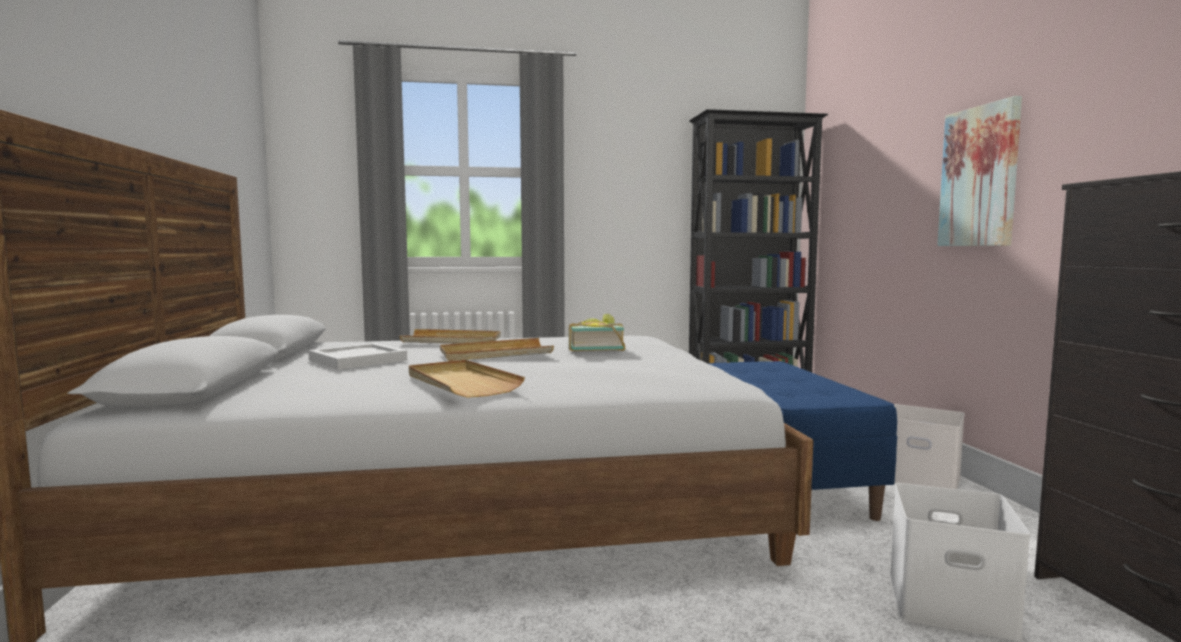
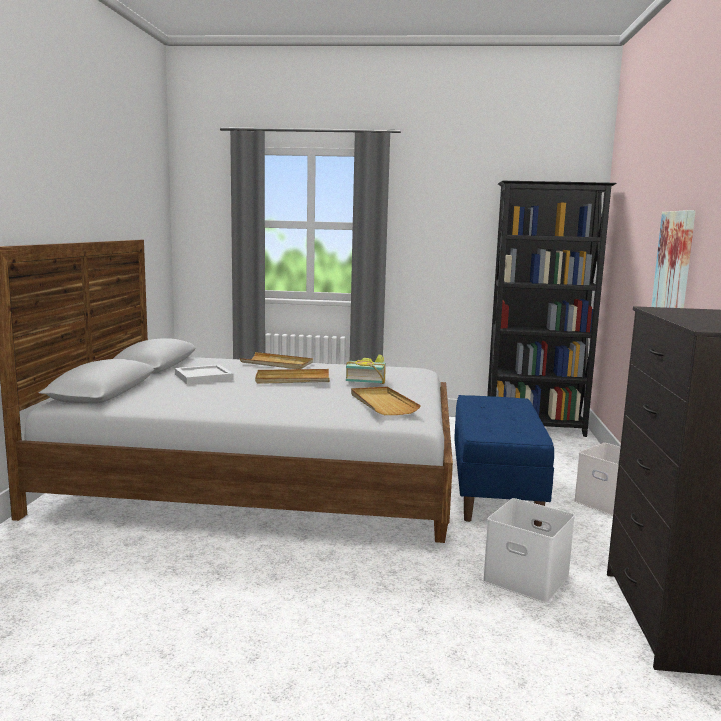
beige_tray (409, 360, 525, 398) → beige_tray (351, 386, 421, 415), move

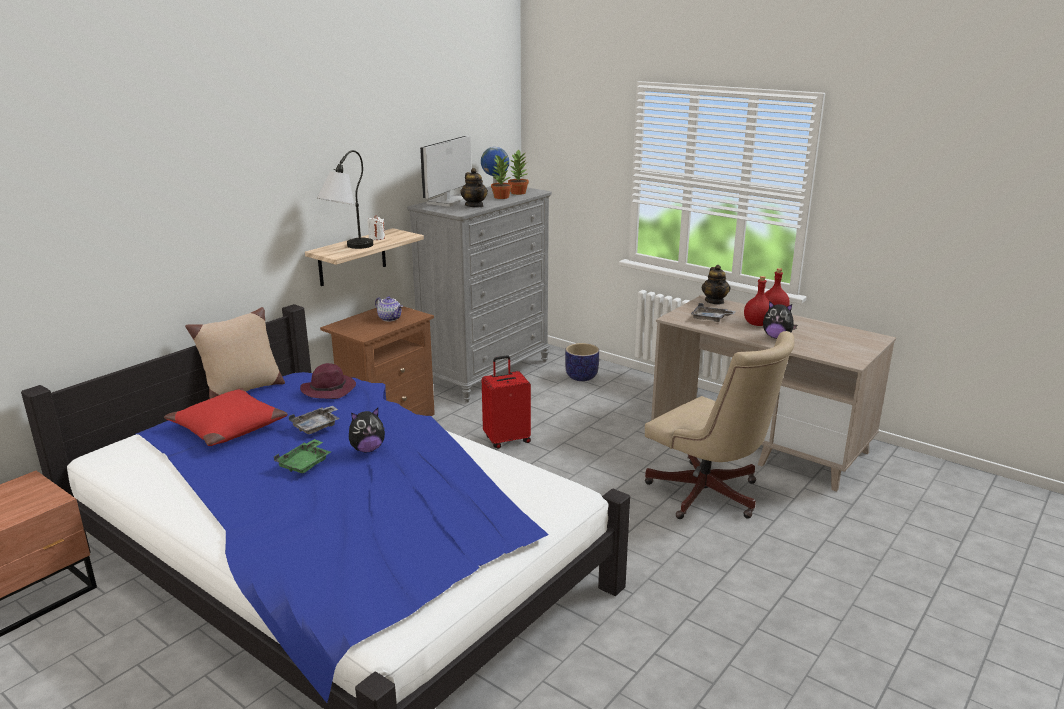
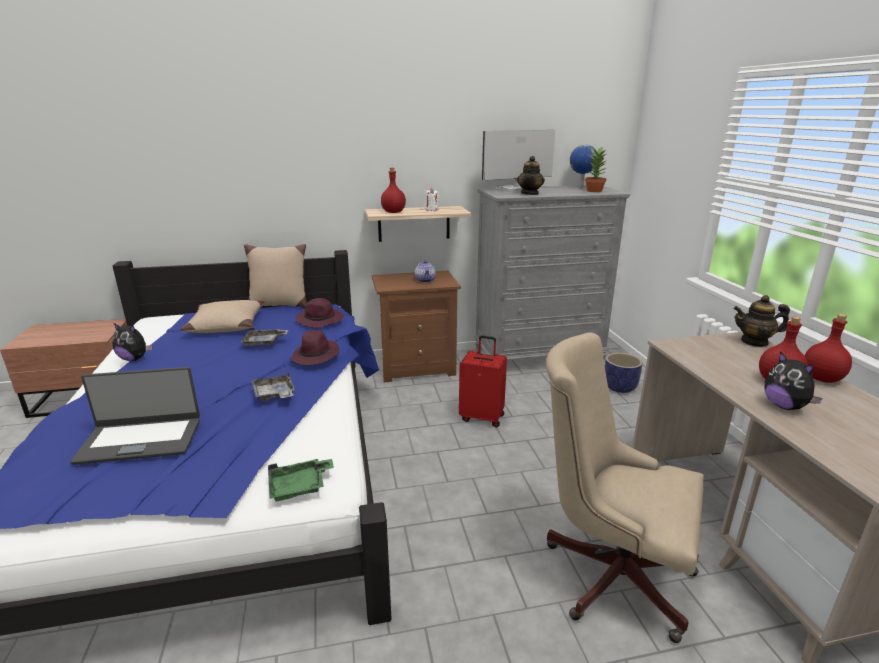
red_pillow (164, 388, 288, 446) → beige_pillow (180, 300, 265, 333)
green_tray (274, 439, 331, 473) → green_tray (268, 459, 334, 501), move
table_lamp (317, 150, 373, 249) → red_bottle (381, 168, 406, 213)
plush_toy (349, 408, 385, 452) → plush_toy (112, 323, 152, 361), move
potted_plant (491, 155, 512, 199) → -
beige_office_chair (645, 331, 795, 519) → beige_office_chair (546, 332, 704, 643), 120 degrees clockwise
grey_tray (691, 303, 736, 322) → grey_tray (251, 372, 295, 401), move
teapot (701, 265, 730, 304) → teapot (734, 295, 790, 347), 60 degrees clockwise
- → laptop (70, 367, 200, 465)
- → purple_hat (290, 330, 340, 365)

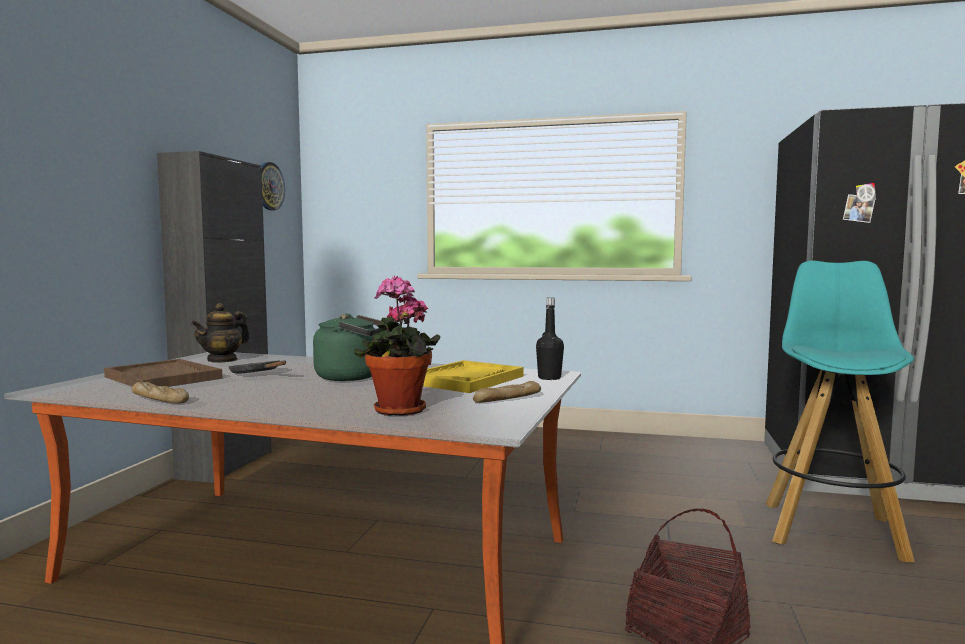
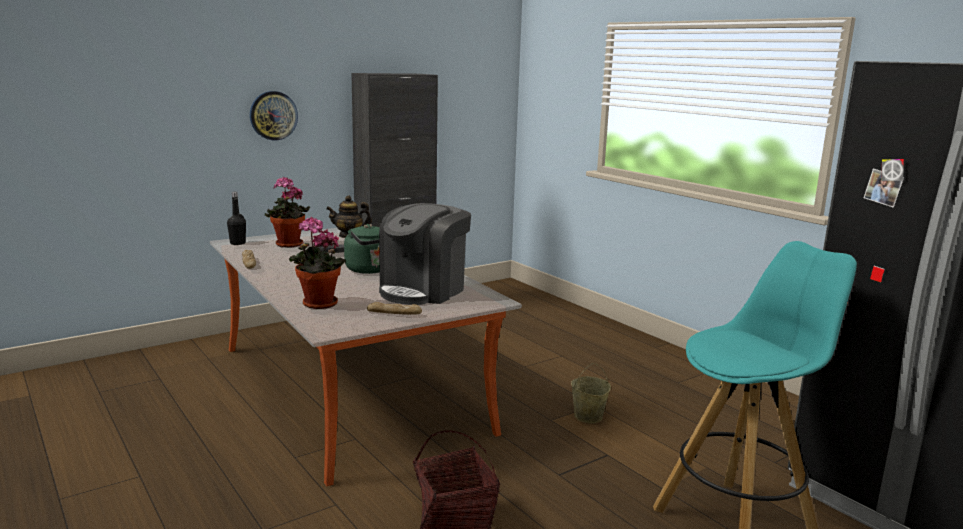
brown_tray (104, 359, 222, 387) → potted_plant (265, 177, 310, 247)
wall_clock (261, 162, 285, 211) → wall_clock (250, 91, 298, 141), move
yellow_tray (423, 360, 524, 393) → coffee_machine (379, 203, 471, 305)
black_bottle (536, 297, 564, 380) → black_bottle (227, 192, 246, 245), move
- → beige_bucket (571, 363, 611, 423)

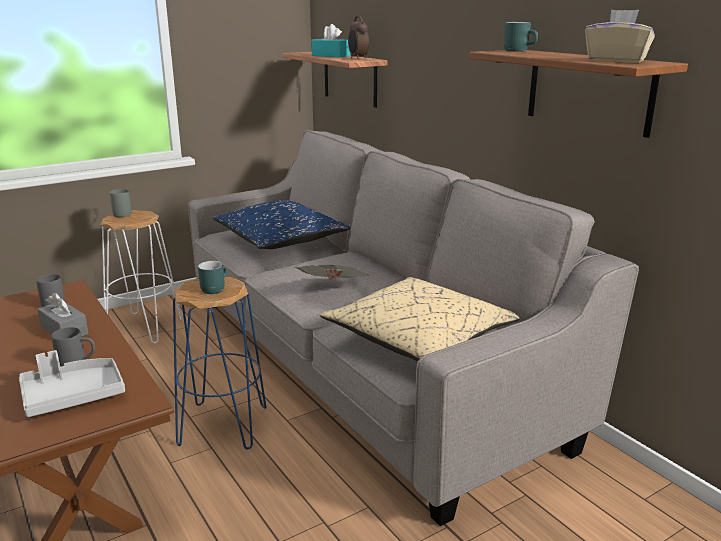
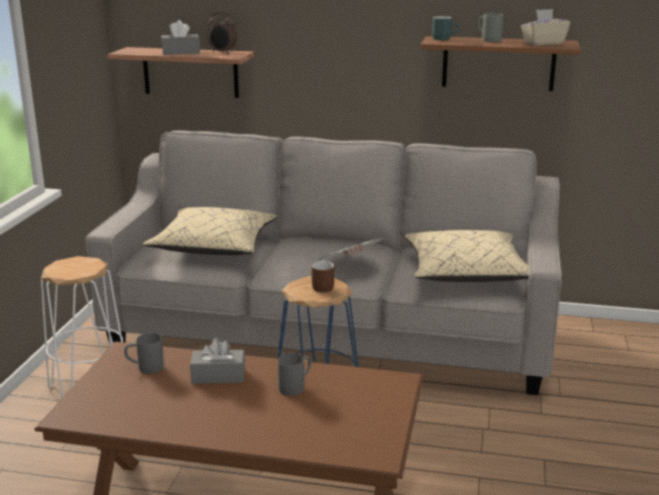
grey_tray (19, 350, 125, 417) → -
grey_mug (110, 189, 132, 217) → grey_mug (478, 13, 503, 42), move
turquoise_mug (198, 261, 227, 294) → brown_mug (311, 261, 334, 292)
blue_pillow (213, 200, 351, 249) → beige_pillow (143, 207, 278, 255)
turquoise_tissue_box (311, 24, 350, 57) → grey_tissue_box (161, 20, 200, 55)

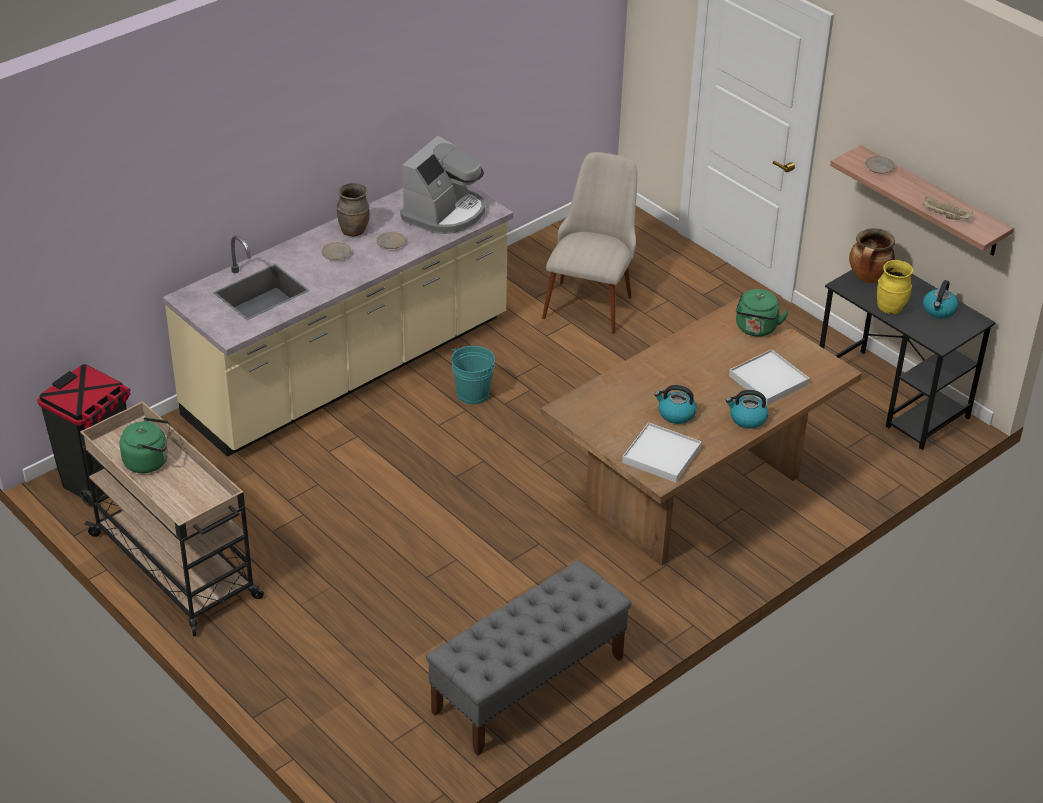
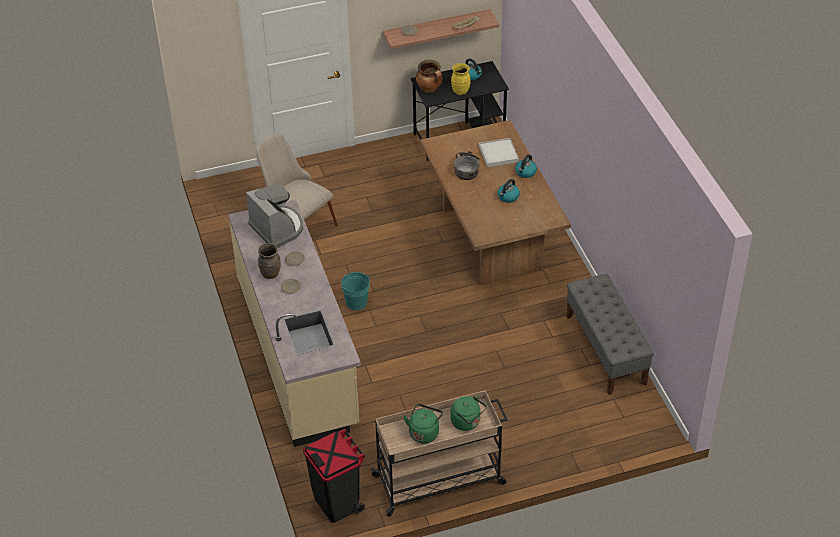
white_tray (622, 422, 702, 483) → -
green_kettle (736, 289, 789, 337) → green_kettle (450, 396, 487, 431), move
- → cooking_pot (454, 151, 481, 180)

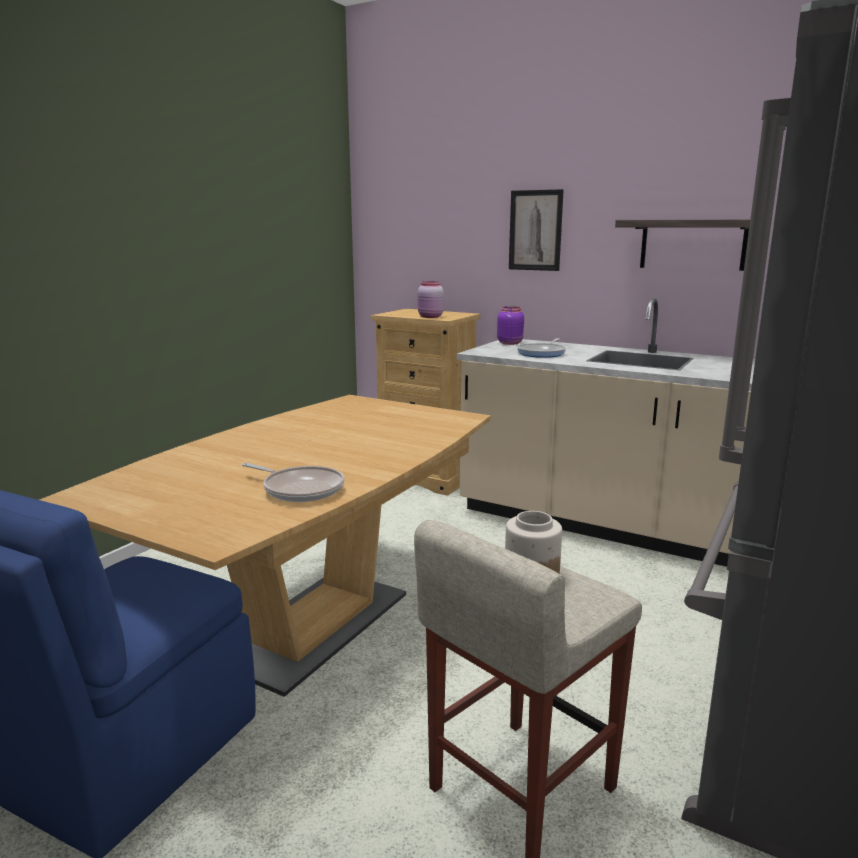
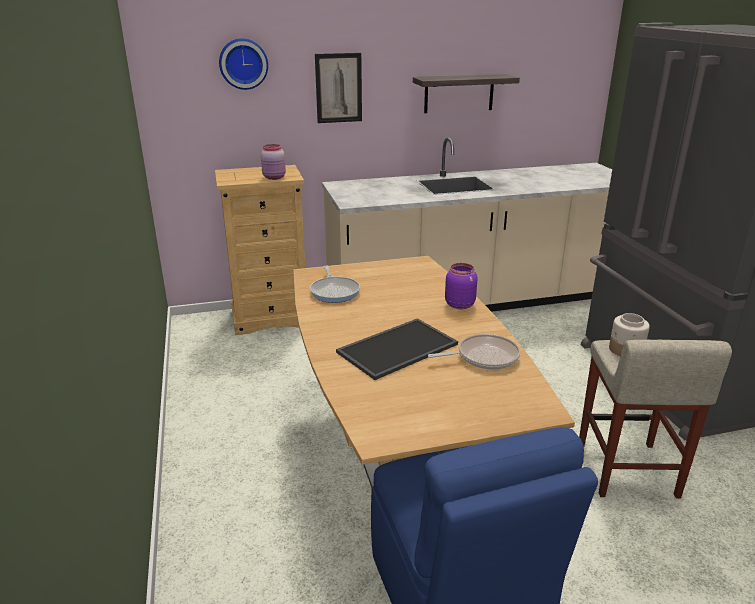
purple_jar (497, 306, 524, 345) → purple_jar (445, 263, 478, 309), move
frying_pan (517, 338, 566, 358) → frying_pan (310, 266, 360, 303), move
- → wall_clock (219, 38, 268, 90)
- → tray (336, 318, 458, 380)

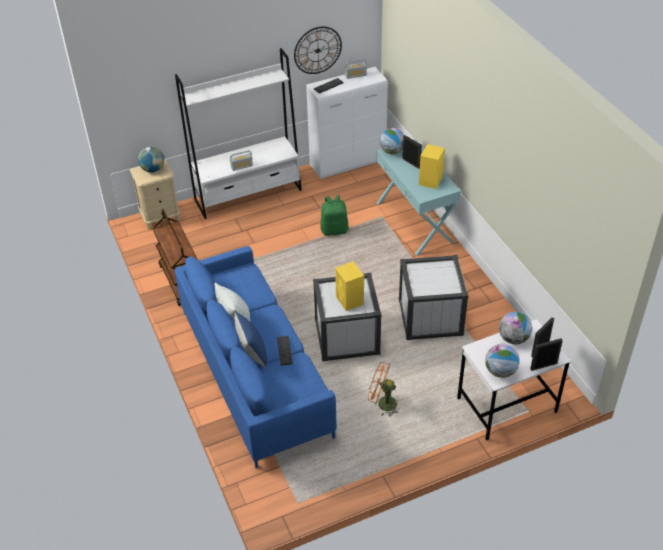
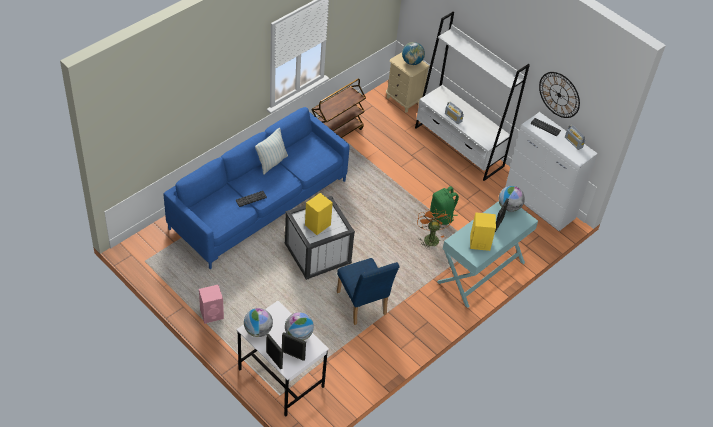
blue_pillow (235, 312, 267, 368) → -
orange_fan (368, 362, 401, 416) → orange_fan (417, 209, 451, 250), move
white_storage_box (399, 255, 468, 340) → blue_chair (337, 258, 400, 325)
- → pink_speaker (199, 285, 224, 324)

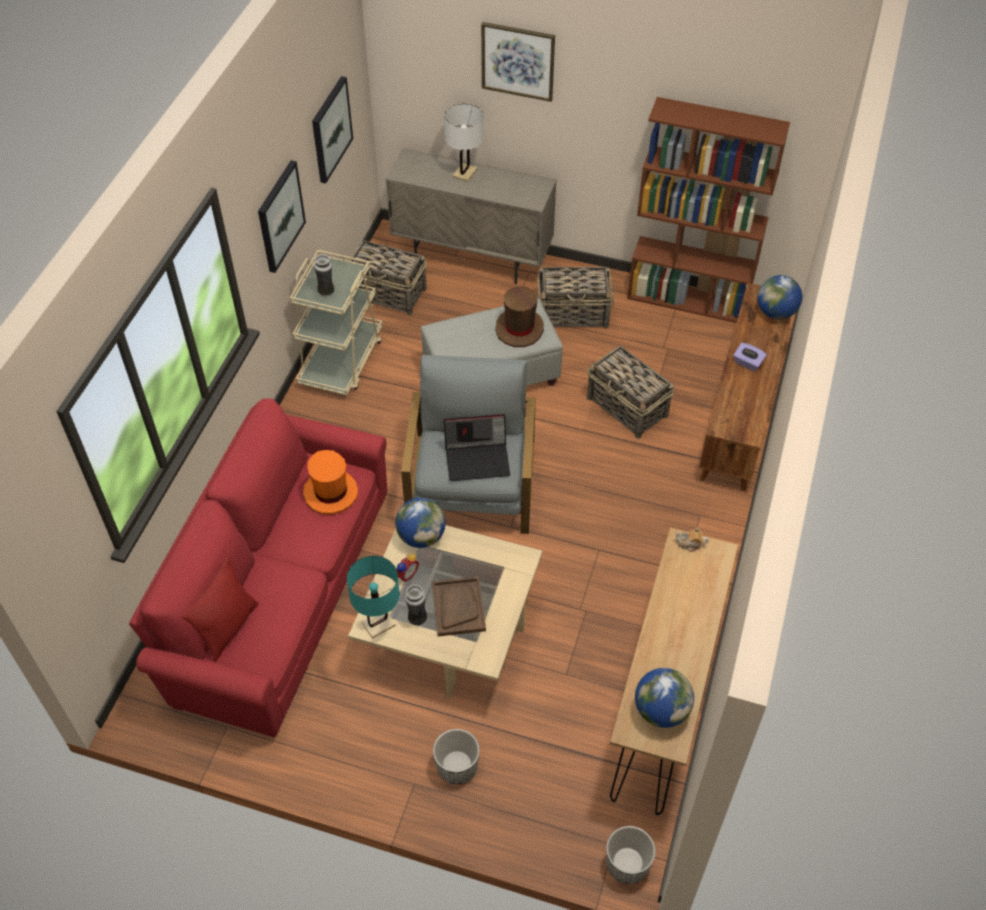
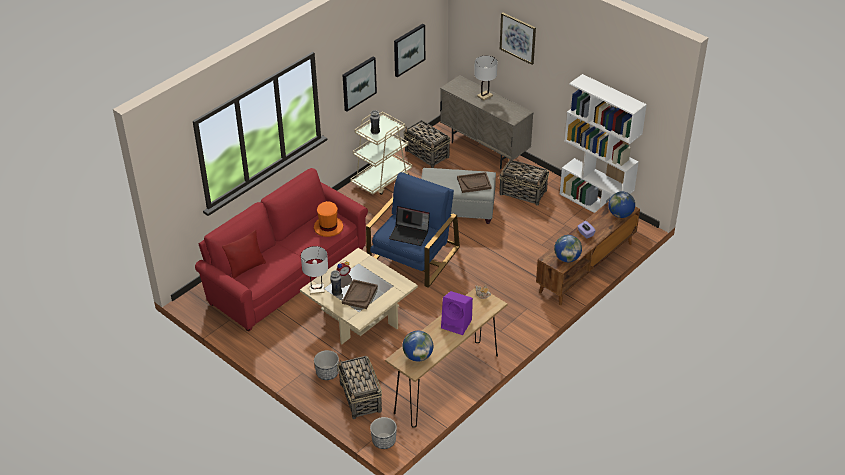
turquoise_table_lamp (347, 556, 400, 639) → white_table_lamp (301, 246, 328, 294)
globe (395, 498, 446, 548) → globe (554, 235, 582, 262), move
grey_armchair (401, 355, 536, 534) → blue_armchair (366, 172, 460, 288)
brown_hat (495, 287, 544, 347) → brown_tray (457, 172, 492, 193)
basket (587, 346, 674, 439) → basket (337, 356, 382, 419), move
brown_bookcase (627, 97, 790, 323) → white_bookcase (560, 74, 647, 213)
- → purple_speaker (441, 291, 473, 335)

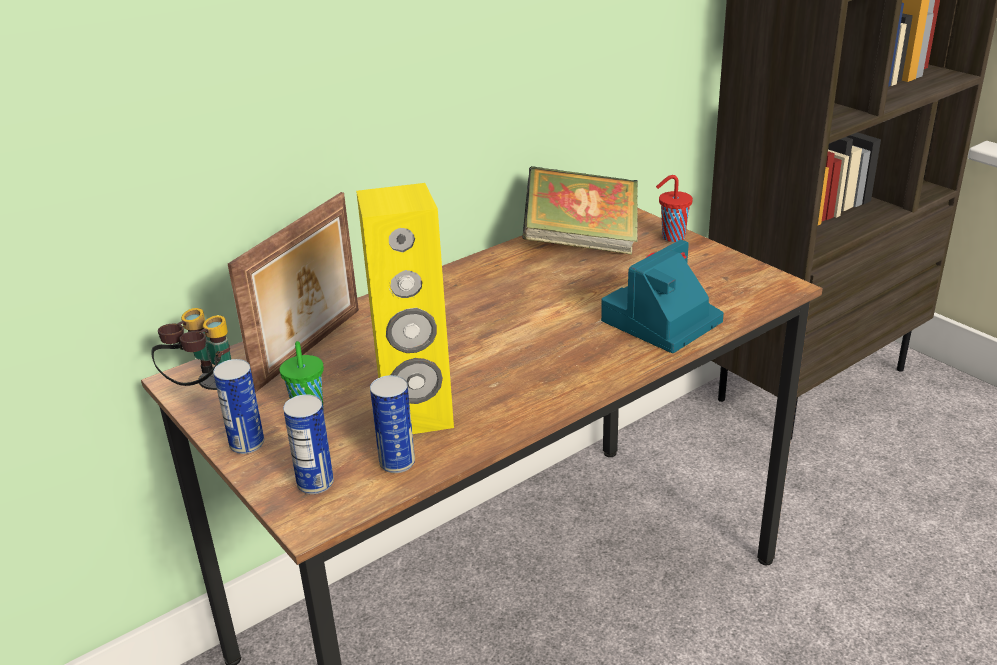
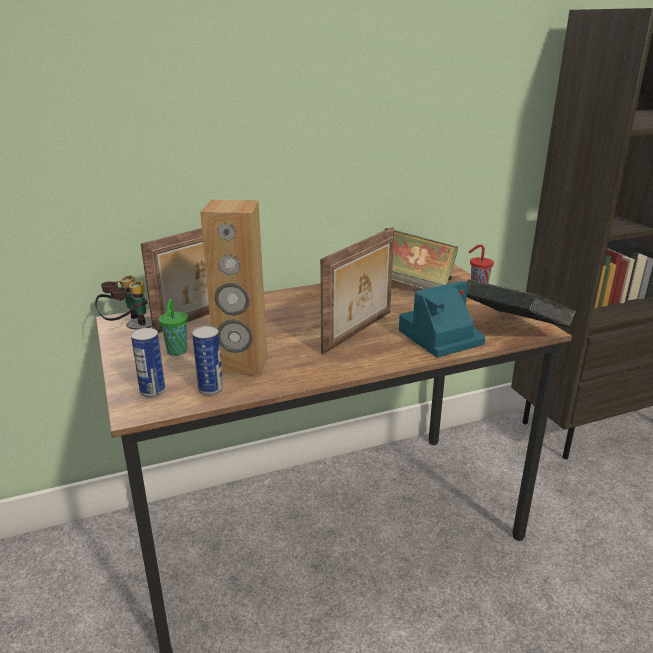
can (213, 359, 264, 454) → -
yellow_speaker (356, 183, 454, 434) → brown_speaker (200, 200, 268, 376)
- → picture_frame (320, 227, 394, 354)
- → book (466, 279, 576, 328)

